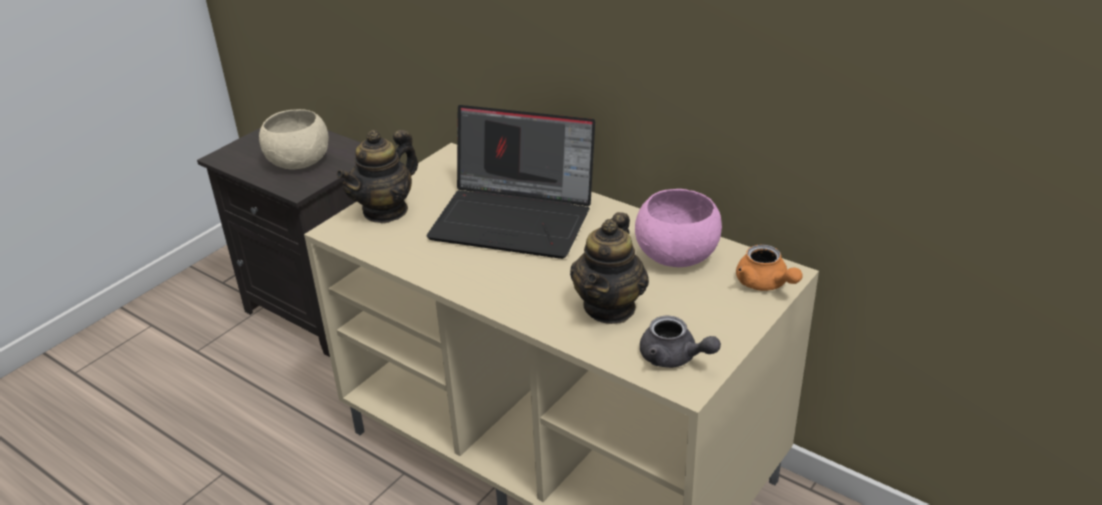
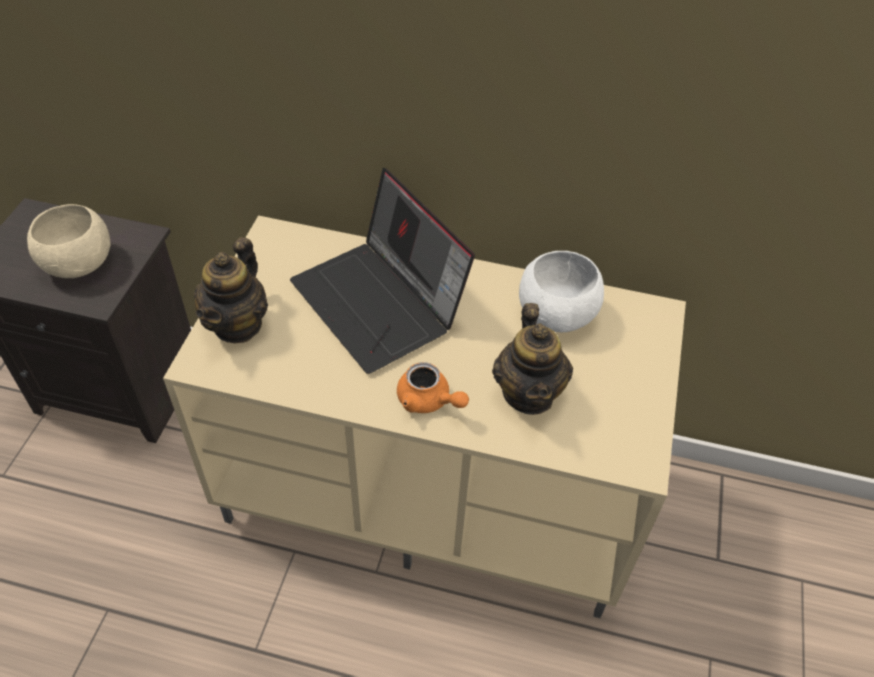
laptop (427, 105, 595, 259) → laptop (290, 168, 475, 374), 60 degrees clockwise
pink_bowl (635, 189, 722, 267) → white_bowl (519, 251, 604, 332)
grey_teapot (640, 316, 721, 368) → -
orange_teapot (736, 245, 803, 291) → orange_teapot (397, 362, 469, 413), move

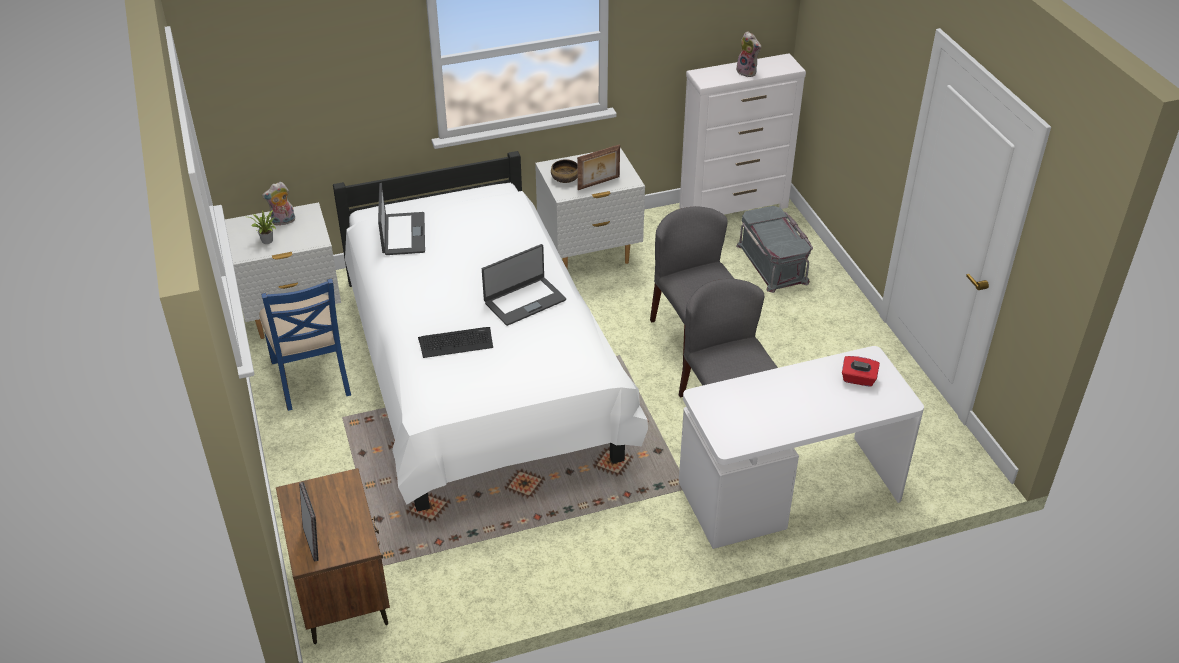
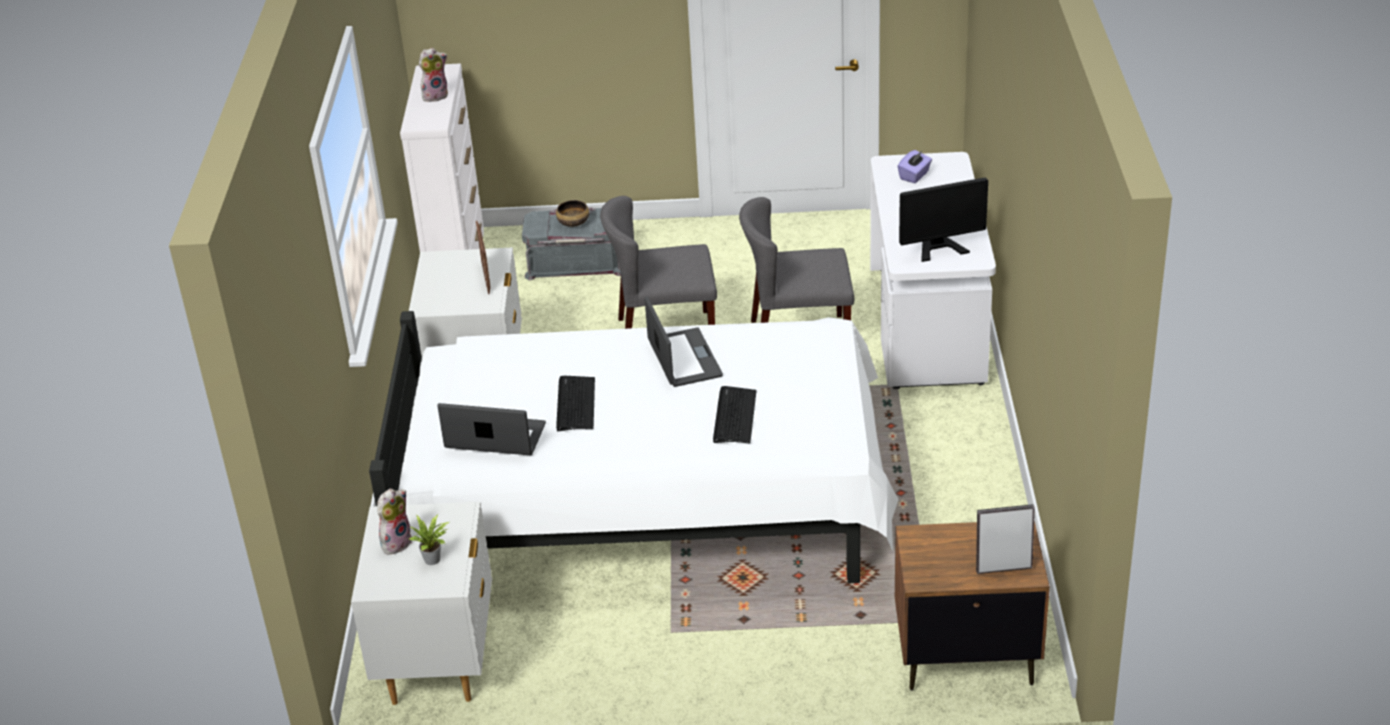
blue_chair (259, 278, 351, 411) → -
plush_toy (262, 182, 295, 226) → plush_toy (377, 489, 412, 555), 135 degrees counterclockwise
bowl (551, 159, 578, 183) → bowl (556, 200, 589, 227), move
red_tissue_box (842, 356, 880, 387) → purple_tissue_box (898, 150, 932, 183)
- → keyboard (556, 376, 595, 431)
- → monitor (899, 178, 988, 262)

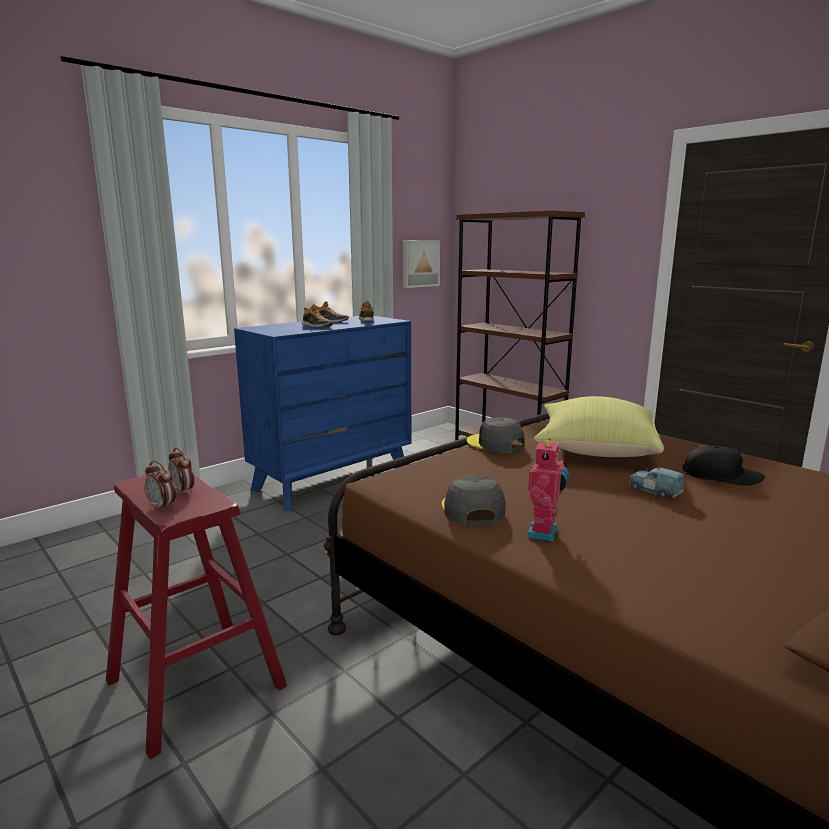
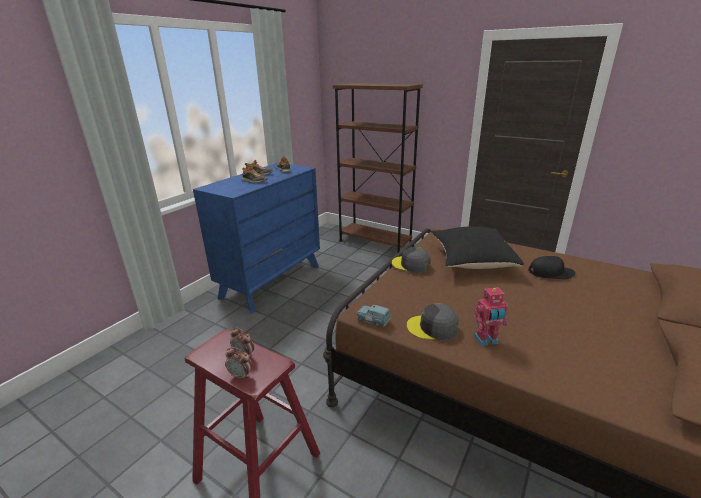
picture (403, 240, 440, 288) → -
grey_cap (442, 475, 506, 526) → grey_cap (407, 303, 459, 340), 60 degrees counterclockwise
toy_robot (526, 438, 569, 541) → toy_robot (474, 287, 508, 346), 75 degrees clockwise
yellow_pillow (534, 396, 664, 457) → black_pillow (431, 227, 524, 269)
blue_toy_car (630, 466, 684, 499) → blue_toy_car (357, 304, 391, 327), move

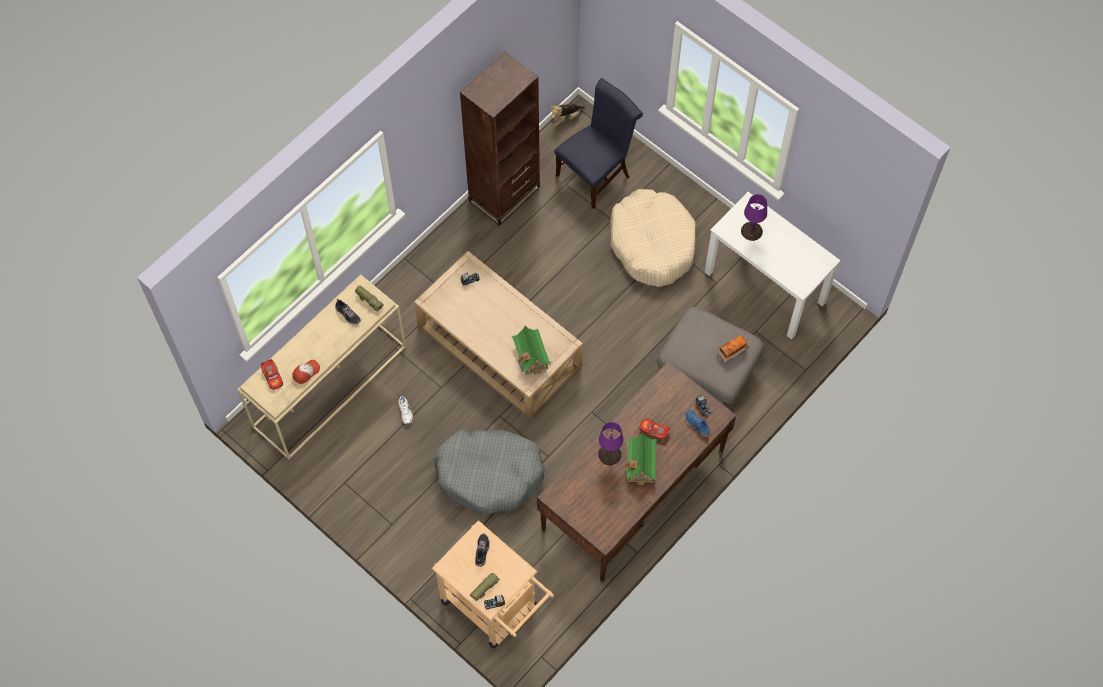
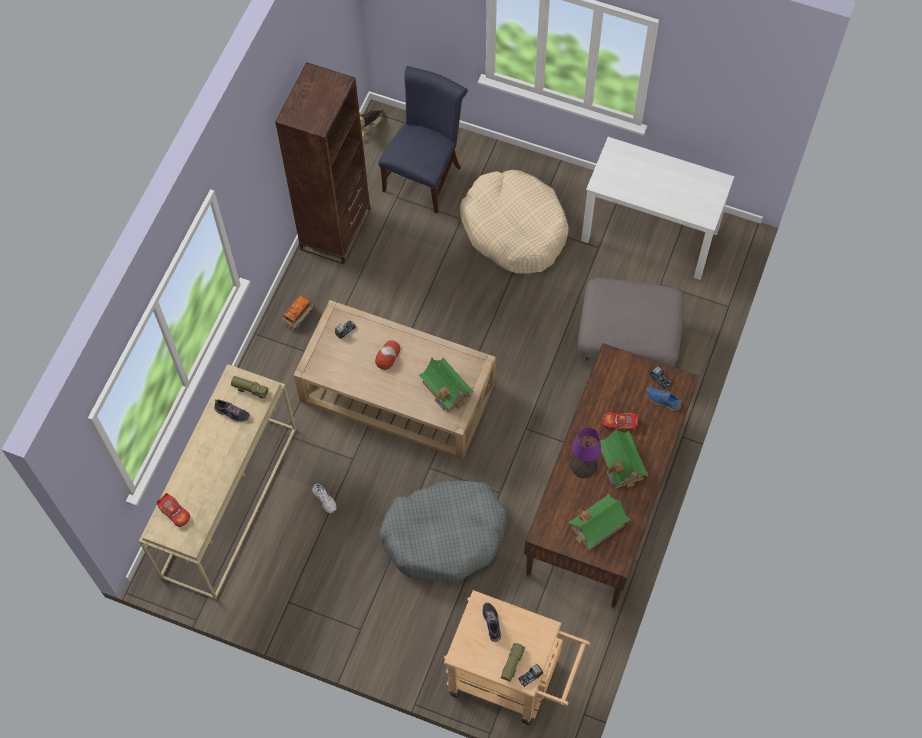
cap (292, 360, 320, 384) → cap (375, 340, 400, 370), move
toy_car (717, 335, 749, 362) → toy_car (282, 296, 314, 329), move
purple_table_lamp (741, 194, 767, 241) → -
- → toy_house (568, 494, 631, 551)

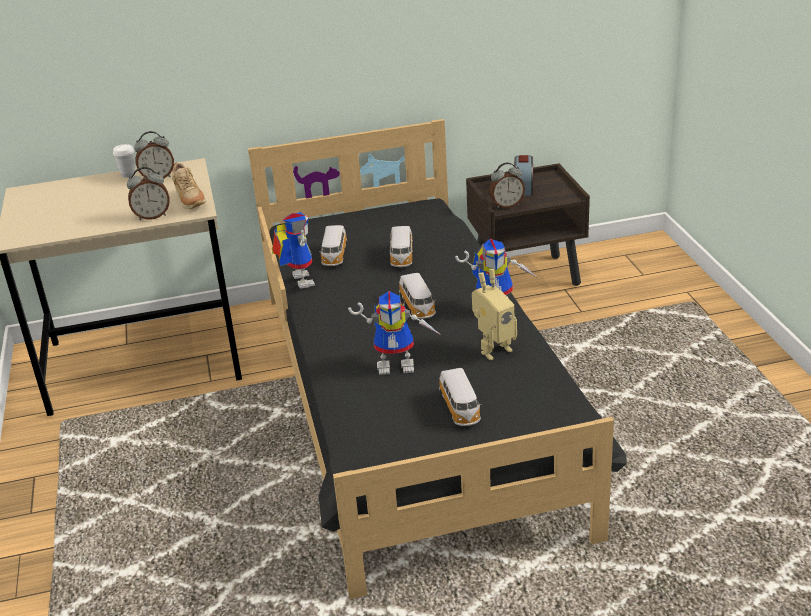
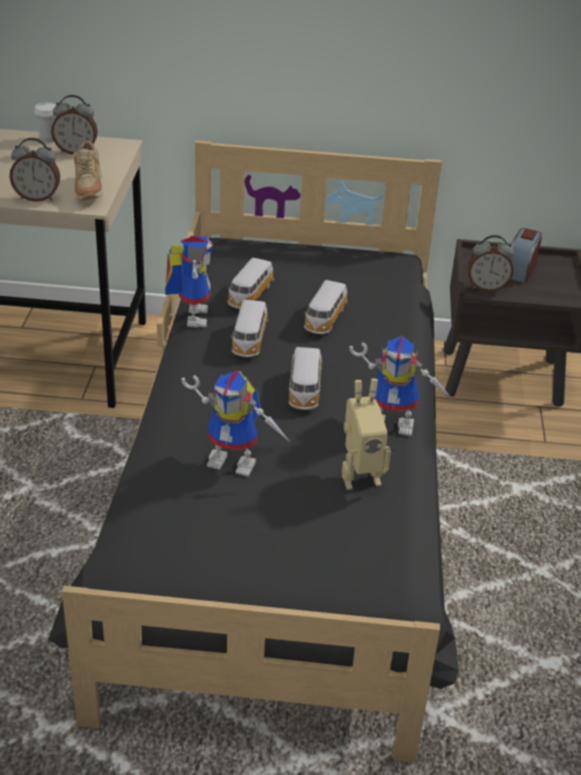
toy_car (439, 368, 482, 426) → toy_car (231, 300, 268, 357), move

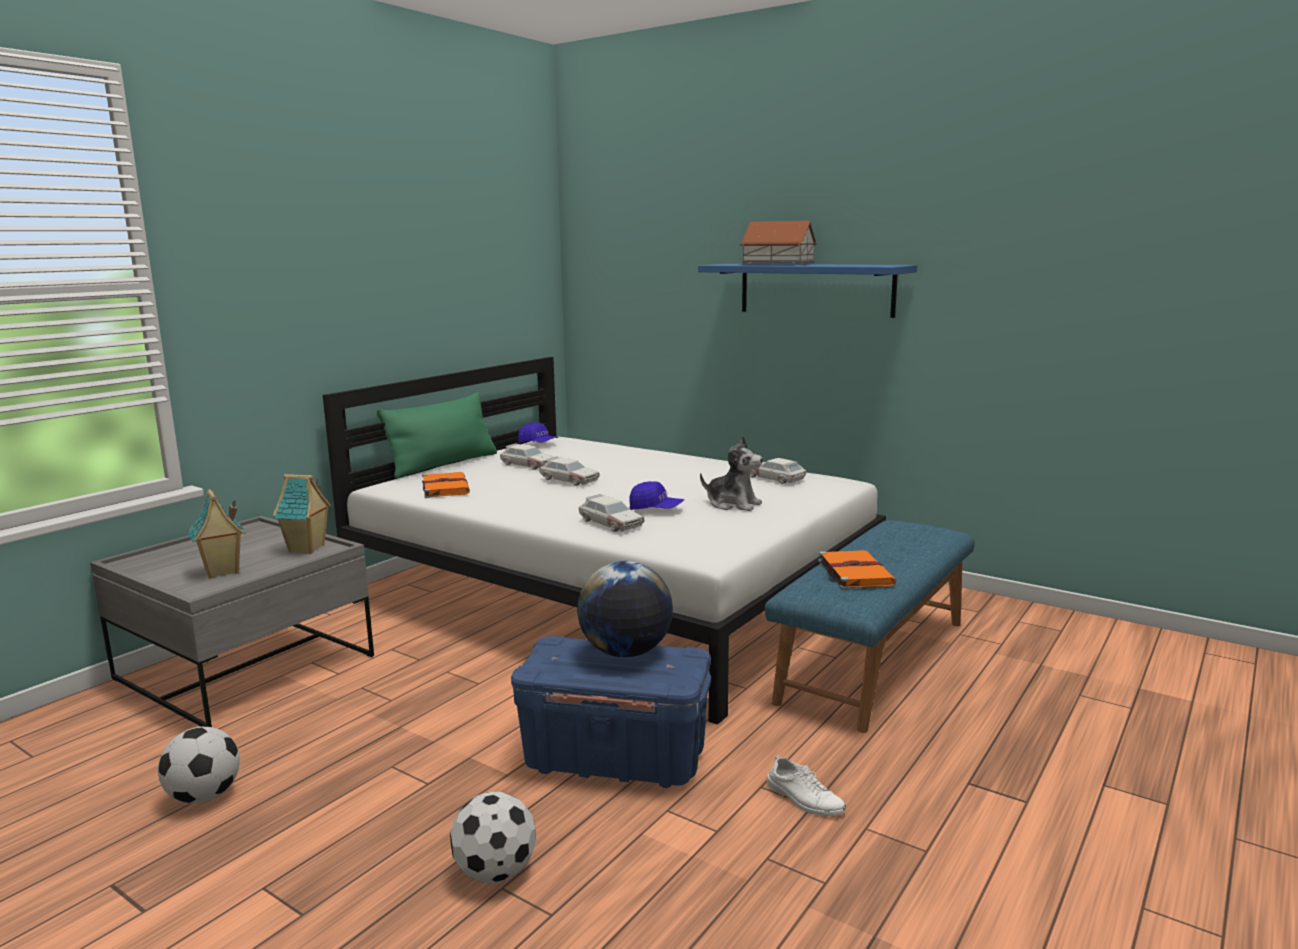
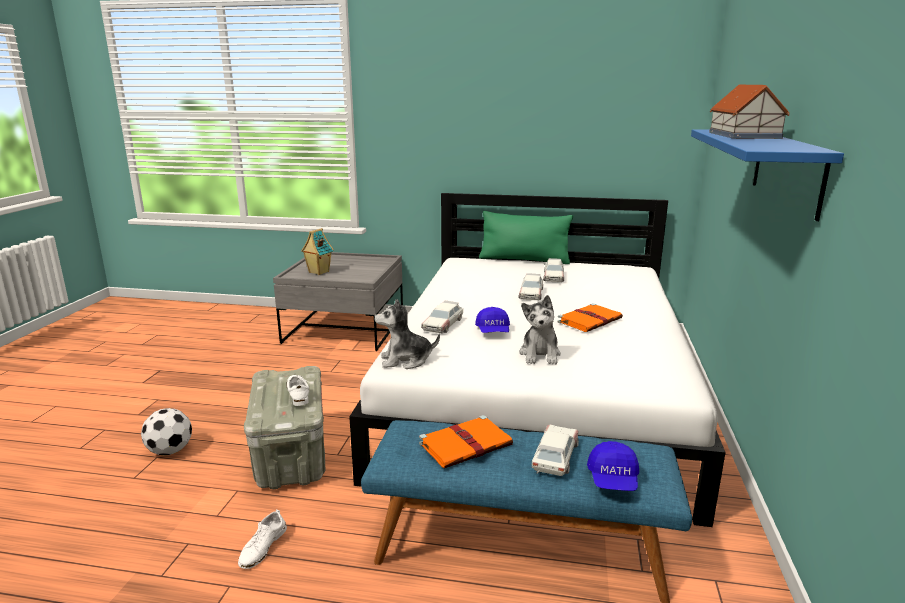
football (158, 727, 240, 804) → -
toy_house (273, 474, 331, 554) → -
orange_book (422, 472, 470, 498) → orange_book (557, 303, 623, 332), move
blue_storage_box (511, 636, 711, 788) → grey_storage_box (244, 366, 325, 489)
blue_cap (518, 423, 558, 443) → blue_cap (587, 441, 639, 491), move
globe (577, 561, 673, 657) → white_shoe (286, 375, 309, 406)
toy_car (749, 458, 806, 484) → toy_car (532, 425, 579, 476), move
- → plush_toy (374, 299, 440, 369)

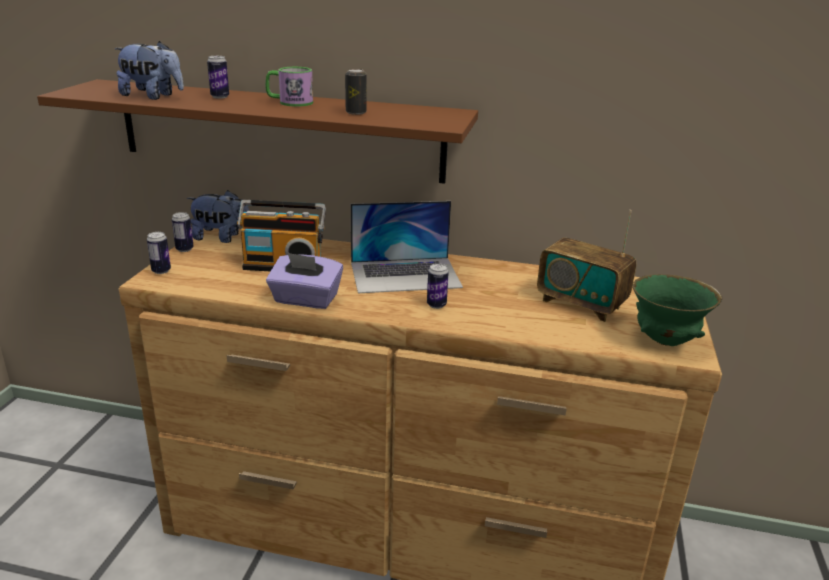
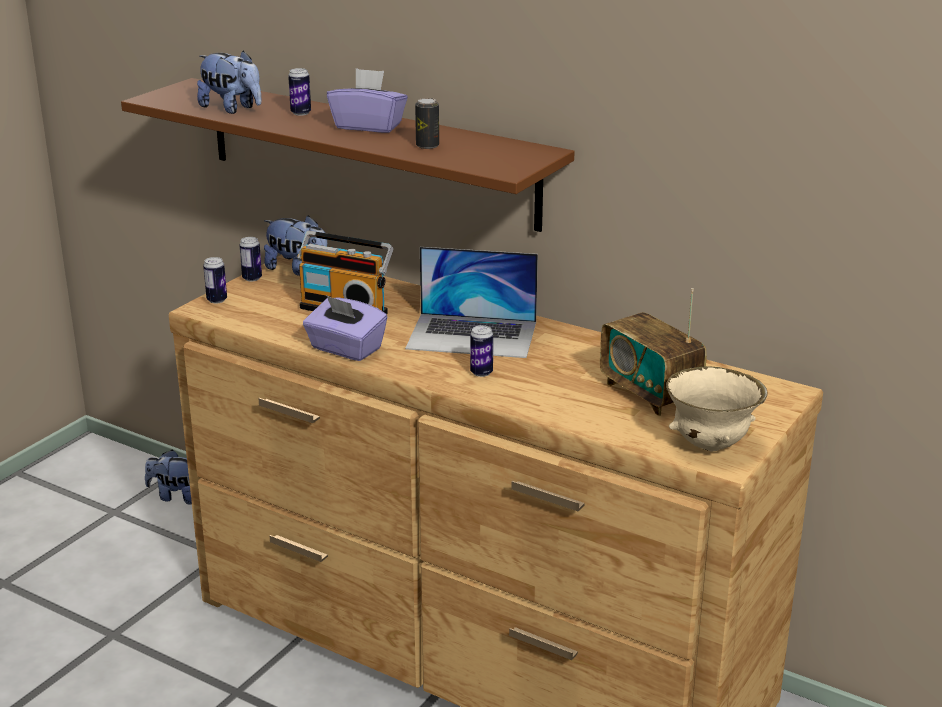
mug (265, 67, 313, 107) → purple_tissue_box (327, 68, 408, 133)
green_bowl (633, 274, 723, 346) → beige_bowl (666, 366, 768, 452)
- → plush_toy (145, 450, 192, 505)

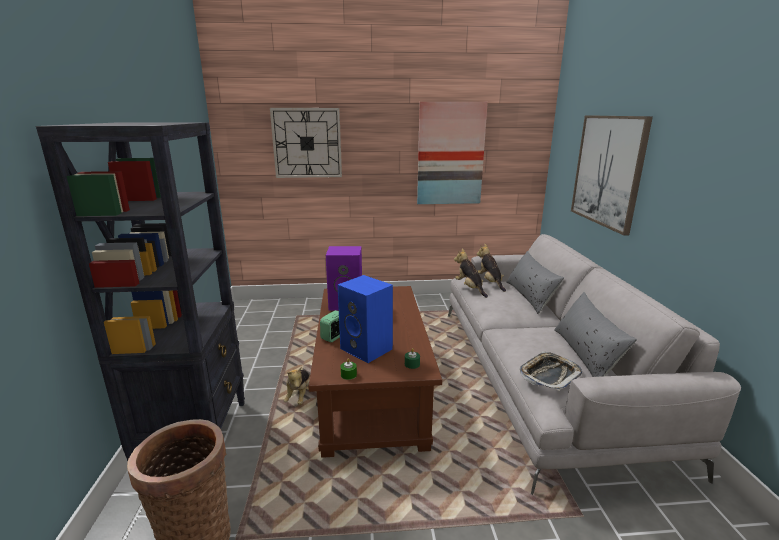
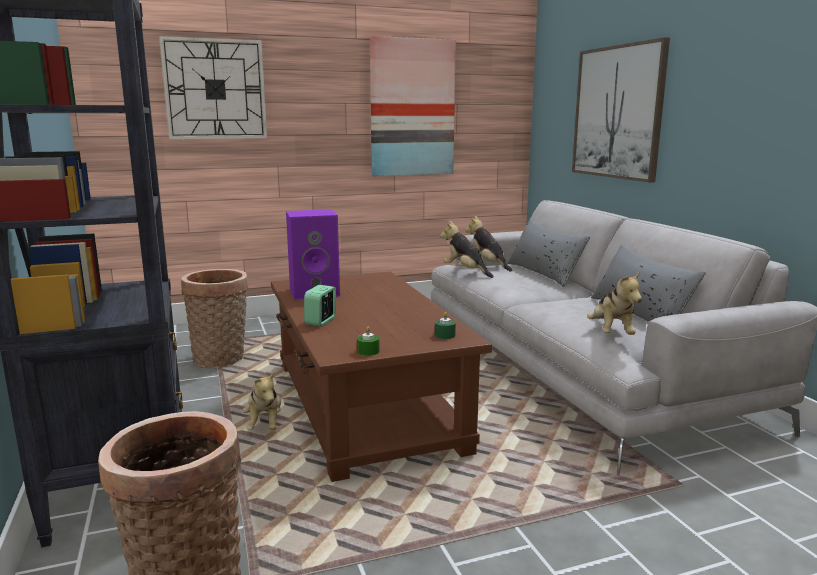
blue_speaker (338, 275, 393, 363) → -
tray (520, 351, 582, 391) → plush_toy (587, 271, 642, 335)
- → basket (181, 269, 248, 368)

